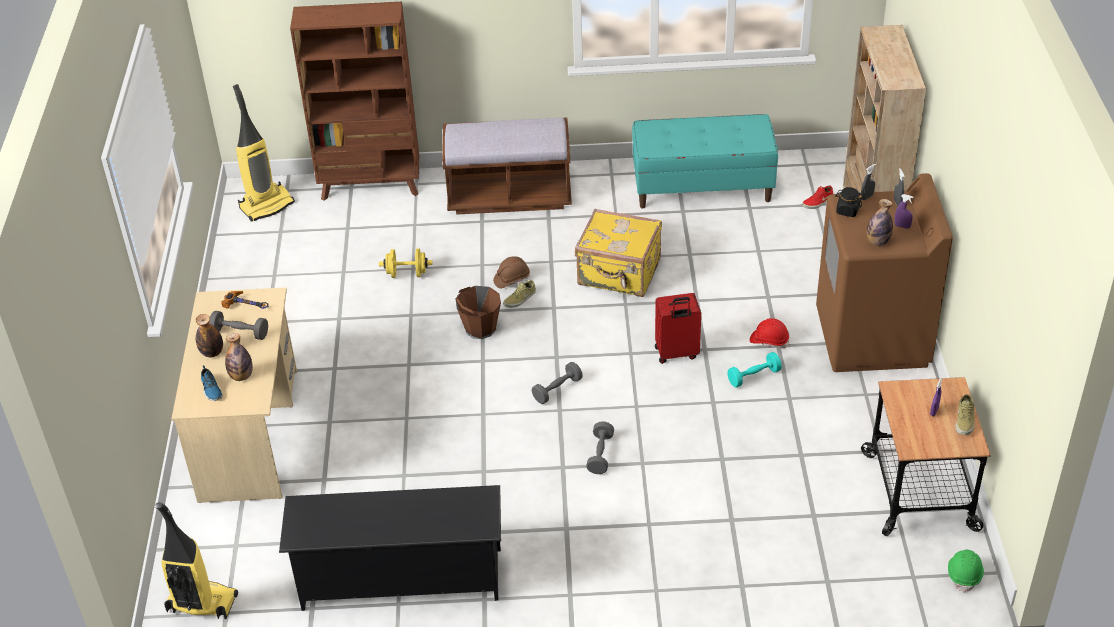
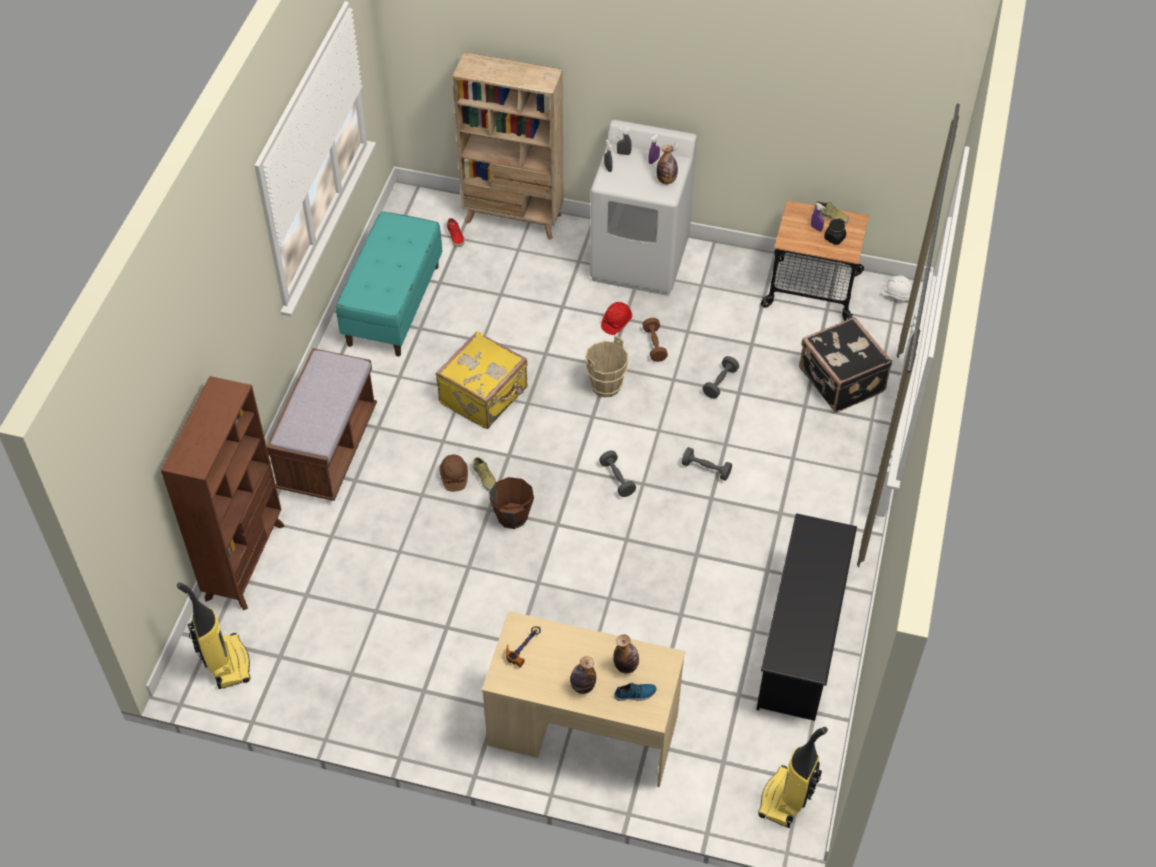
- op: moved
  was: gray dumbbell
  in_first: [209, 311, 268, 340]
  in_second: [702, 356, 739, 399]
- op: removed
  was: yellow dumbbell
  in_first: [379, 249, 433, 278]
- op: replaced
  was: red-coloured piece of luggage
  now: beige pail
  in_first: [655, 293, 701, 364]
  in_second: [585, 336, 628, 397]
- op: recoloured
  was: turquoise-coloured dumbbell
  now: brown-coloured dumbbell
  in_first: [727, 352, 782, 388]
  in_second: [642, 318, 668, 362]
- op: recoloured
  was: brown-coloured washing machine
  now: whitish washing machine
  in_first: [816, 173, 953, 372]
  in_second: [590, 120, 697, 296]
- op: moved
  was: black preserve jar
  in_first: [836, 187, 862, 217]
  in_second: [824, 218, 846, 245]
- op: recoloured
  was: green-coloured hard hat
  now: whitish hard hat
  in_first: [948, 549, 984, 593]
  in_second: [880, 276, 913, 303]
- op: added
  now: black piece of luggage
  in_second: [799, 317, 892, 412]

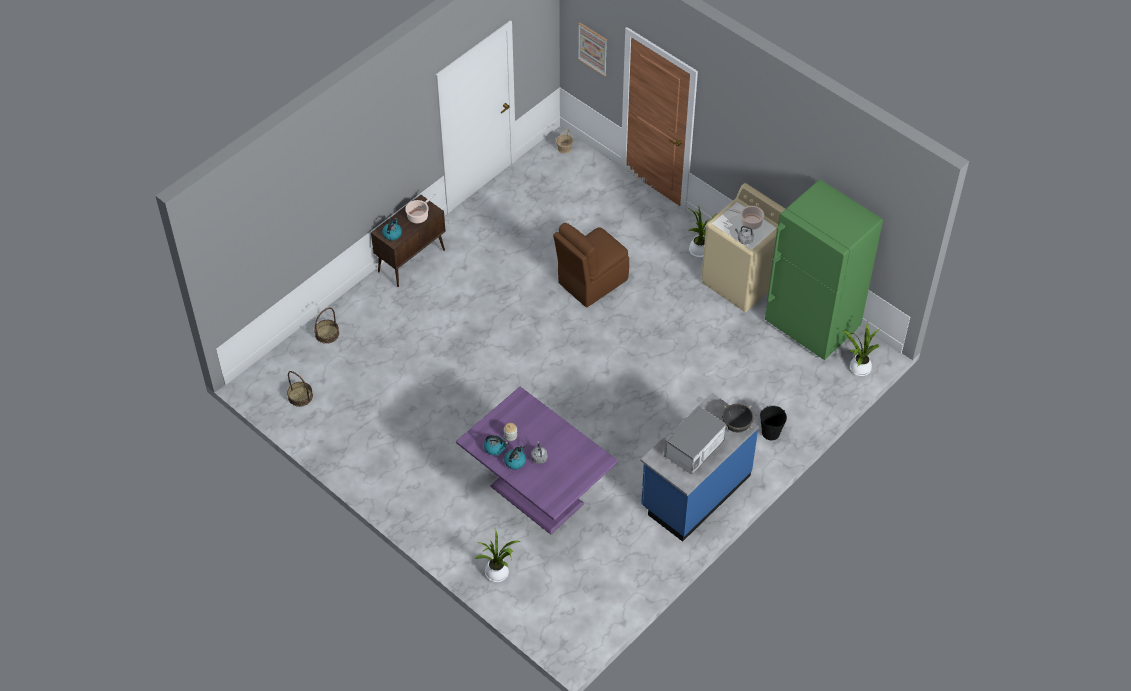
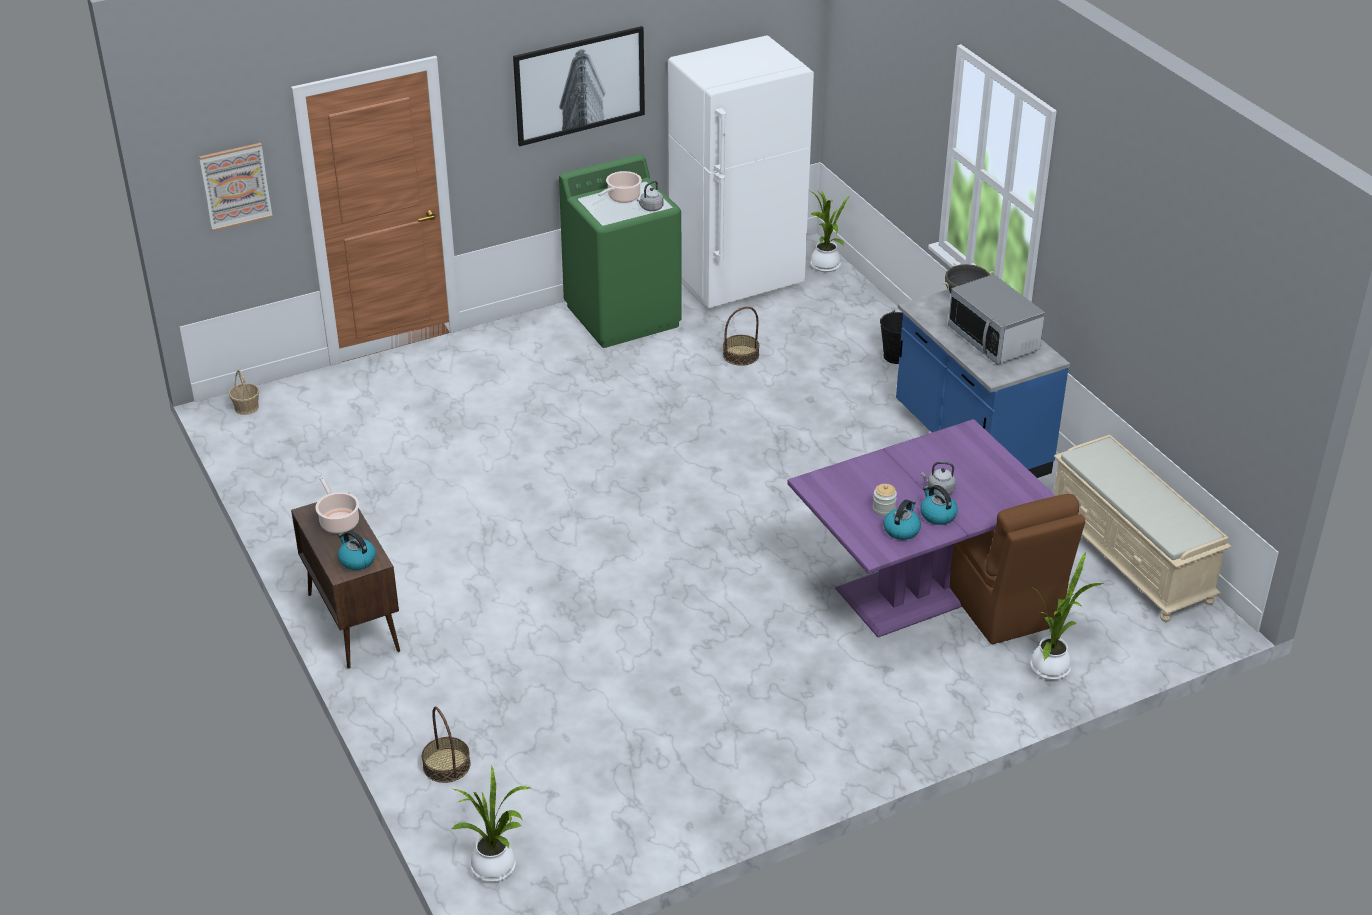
- op: moved
  was: household basket
  in_first: [287, 371, 313, 407]
  in_second: [723, 307, 760, 366]
- op: moved
  was: brown-coloured chair
  in_first: [553, 223, 629, 307]
  in_second: [950, 494, 1085, 644]
- op: moved
  was: plant in a pot
  in_first: [689, 206, 717, 257]
  in_second: [452, 766, 530, 882]
- op: recoloured
  was: beige washing machine
  now: green-coloured washing machine
  in_first: [701, 183, 785, 312]
  in_second: [559, 155, 682, 348]
- op: recoloured
  was: green-coloured kitchen fridge
  now: whitish kitchen fridge
  in_first: [765, 179, 883, 360]
  in_second: [668, 35, 814, 308]
- op: added
  now: wall picture
  in_second: [513, 26, 645, 146]
- op: added
  now: beige long seat
  in_second: [1054, 434, 1231, 622]

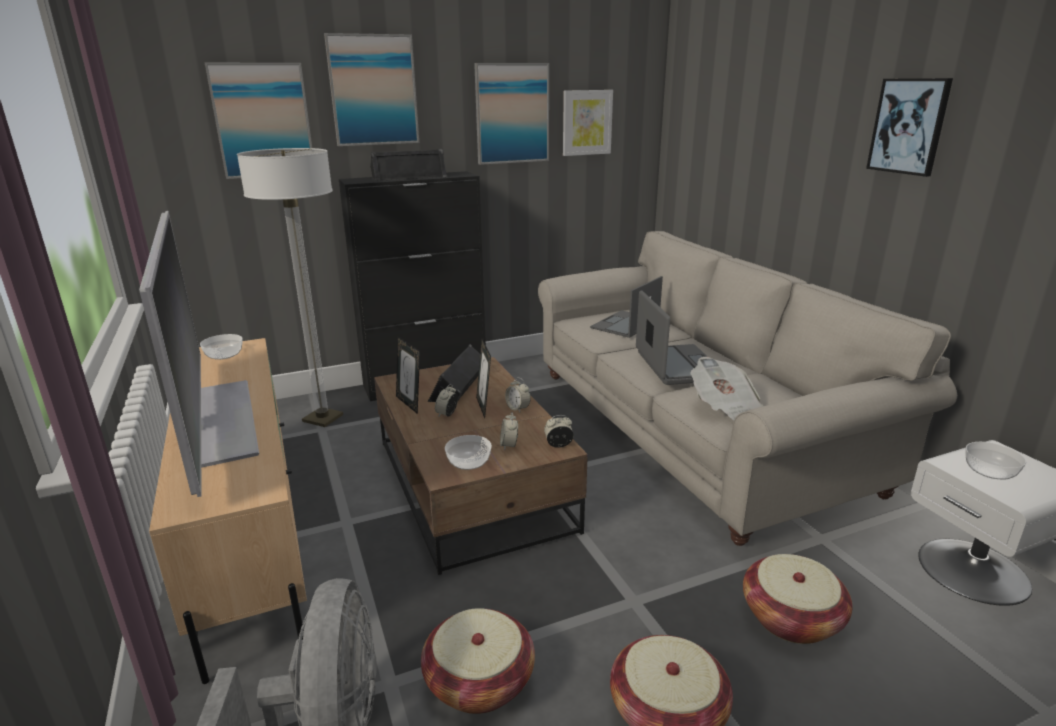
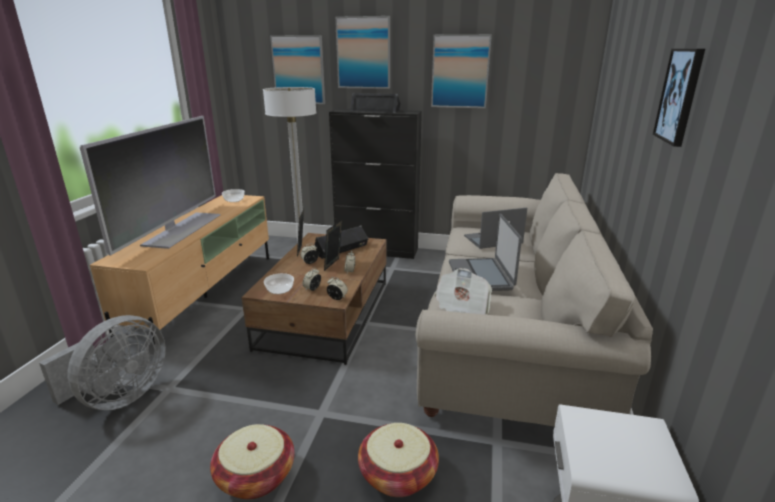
- op: removed
  was: household basket
  in_first: [421, 608, 535, 714]
- op: removed
  was: wall picture
  in_first: [563, 90, 613, 156]
- op: turned
  was: portable computer
  in_first: [636, 290, 707, 385]
  in_second: [449, 214, 522, 291]
  clockwise: 150
- op: removed
  was: deep dish
  in_first: [965, 442, 1026, 480]

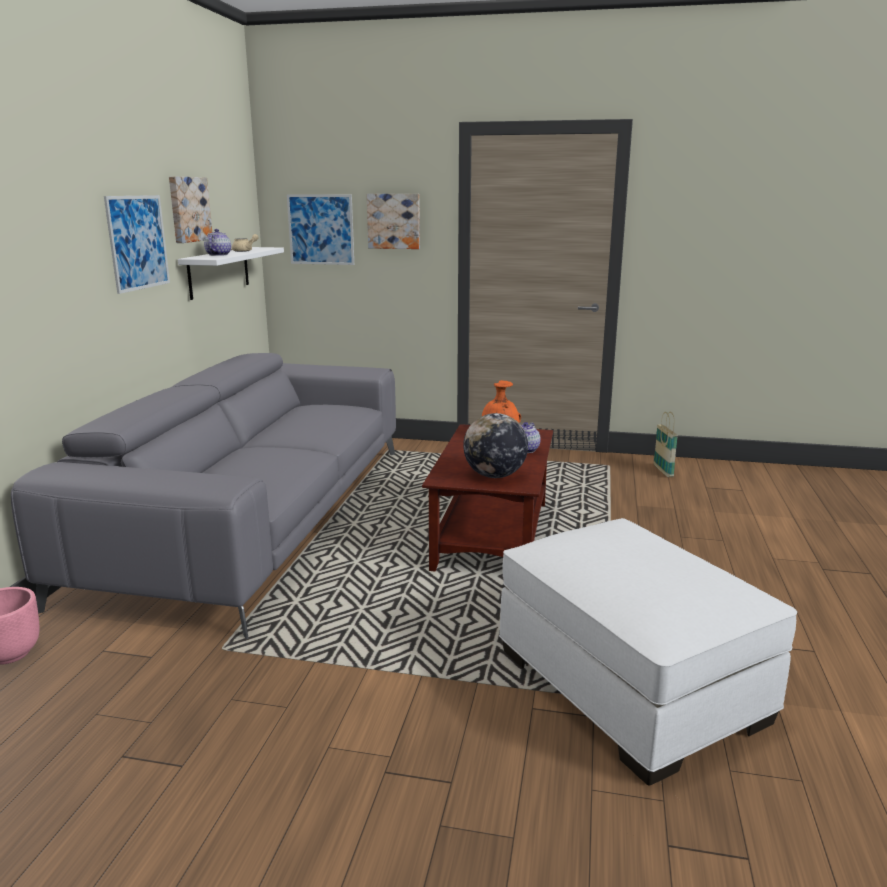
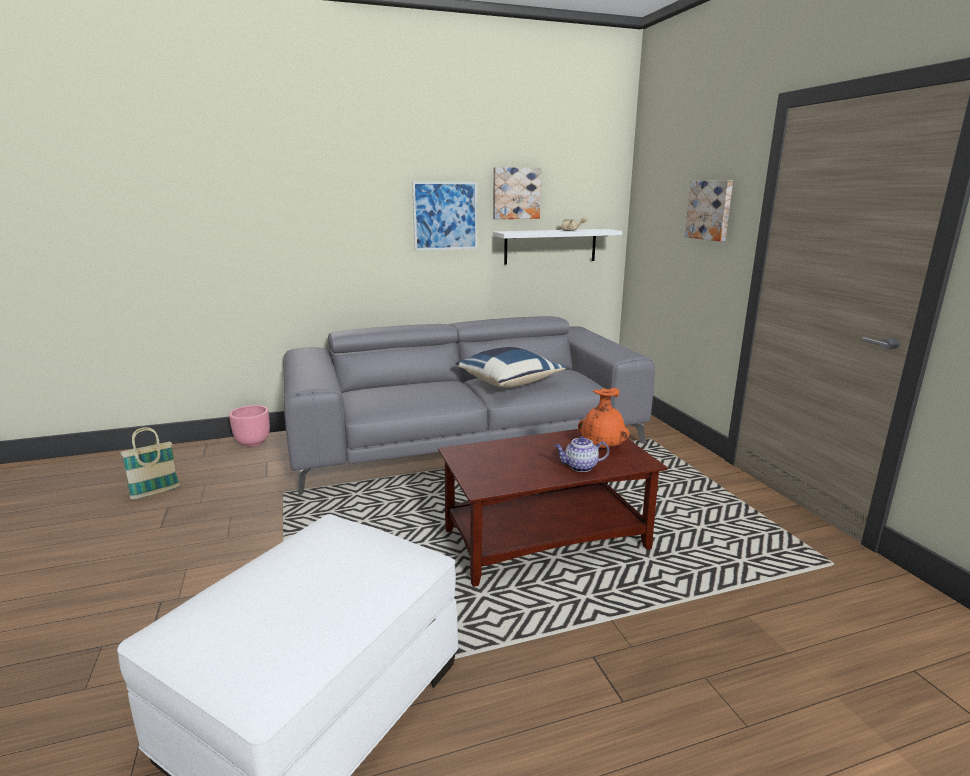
- op: removed
  was: teapot
  in_first: [204, 229, 231, 256]
- op: removed
  was: wall picture
  in_first: [287, 194, 354, 265]
- op: removed
  was: world globe
  in_first: [463, 413, 528, 478]
- op: moved
  was: household basket
  in_first: [653, 412, 678, 477]
  in_second: [121, 427, 180, 499]
- op: added
  now: blue cushion
  in_second: [456, 347, 566, 388]

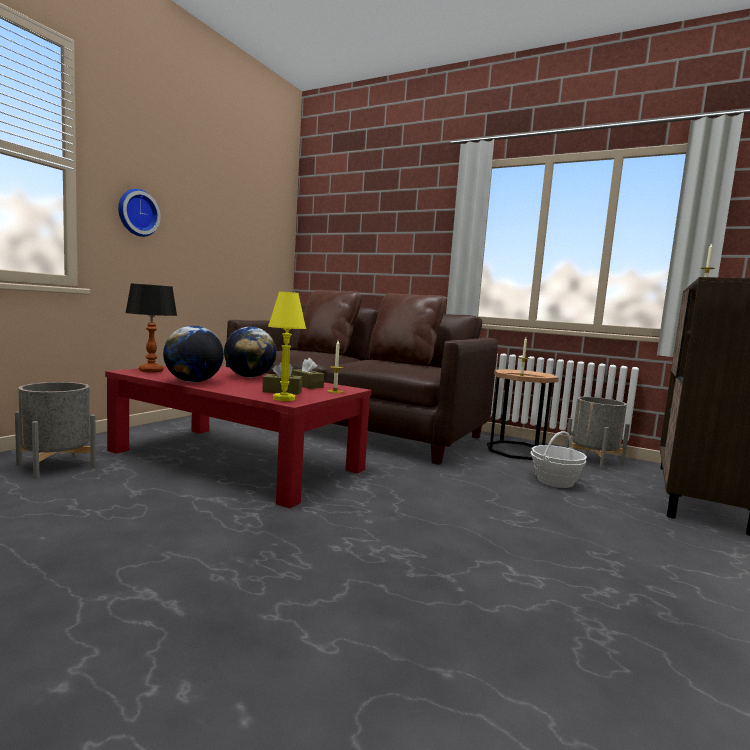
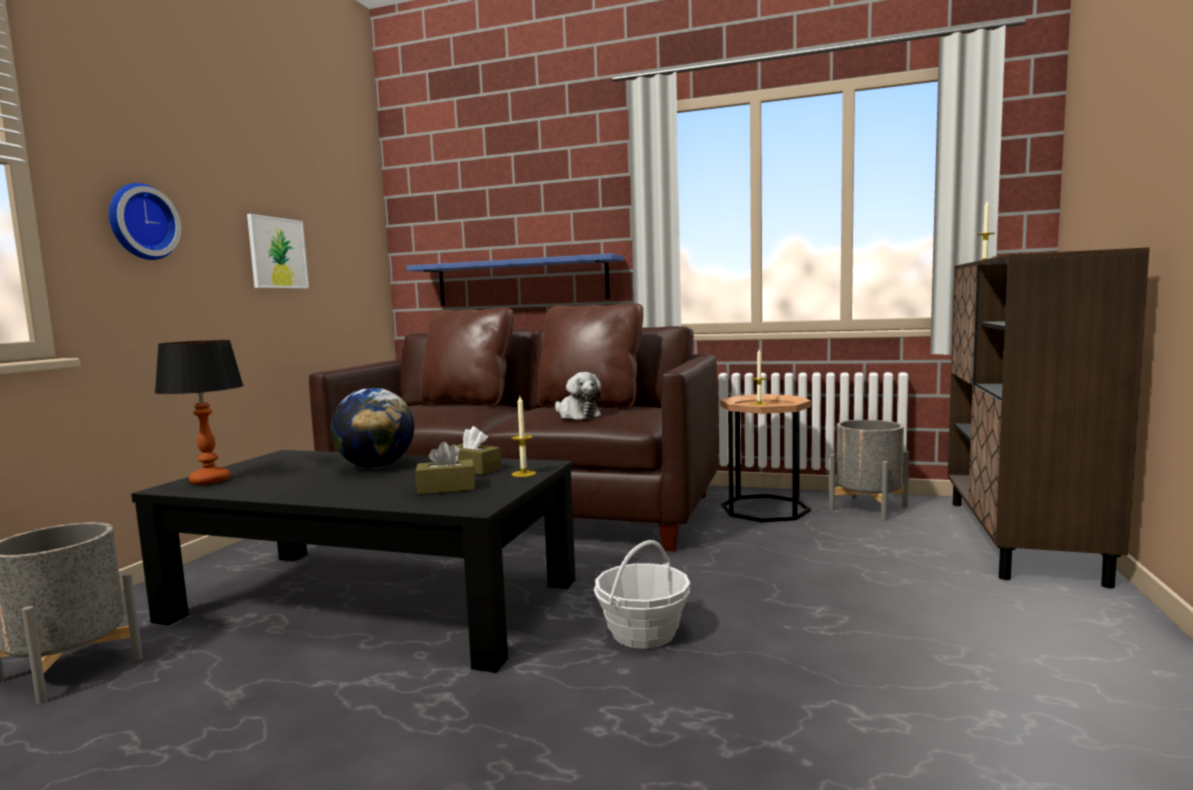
- op: recoloured
  was: red-coloured coffee table
  now: black coffee table
  in_first: [105, 366, 372, 508]
  in_second: [131, 450, 575, 673]
- op: removed
  was: world globe
  in_first: [163, 326, 224, 382]
- op: removed
  was: yellow tabletop lamp
  in_first: [268, 292, 306, 401]
- op: moved
  was: household basket
  in_first: [531, 431, 587, 488]
  in_second: [594, 540, 690, 649]
- op: added
  now: wall picture
  in_second: [247, 214, 309, 289]
- op: added
  now: blue shelf
  in_second: [406, 253, 624, 305]
- op: added
  now: cuddly toy
  in_second: [555, 372, 602, 419]

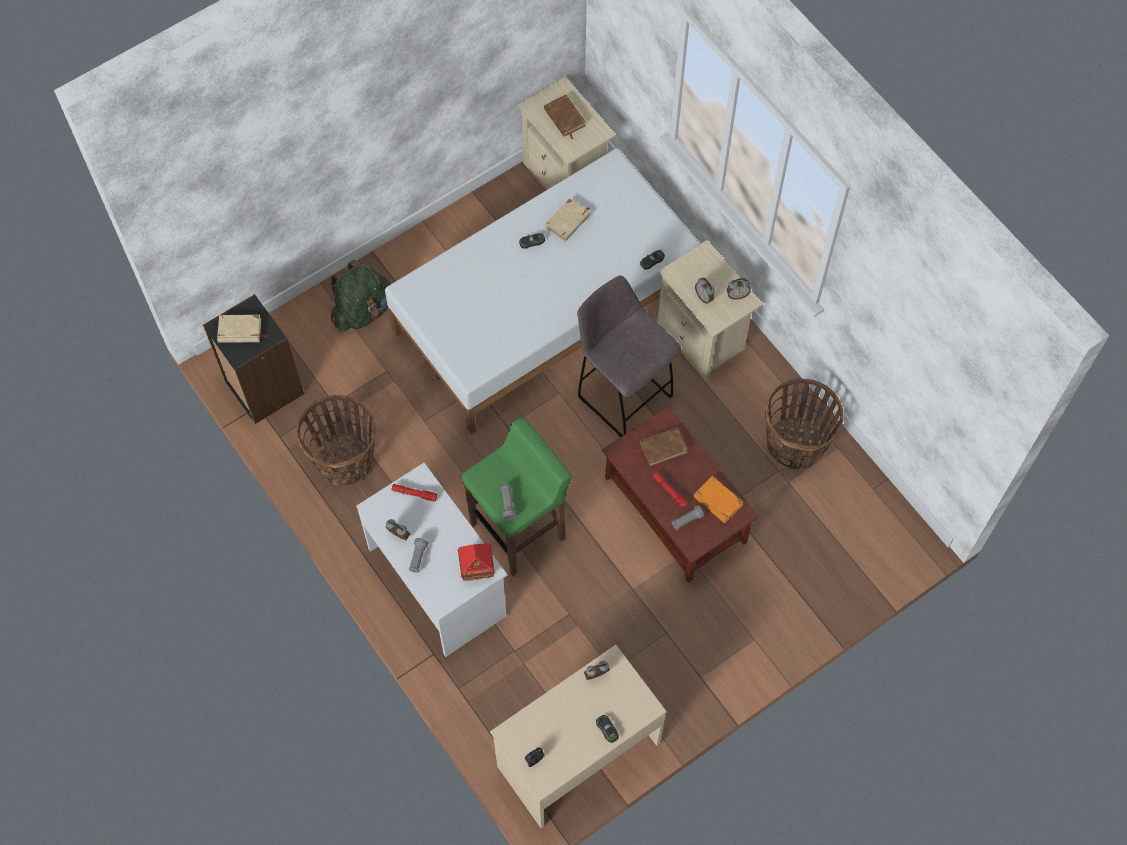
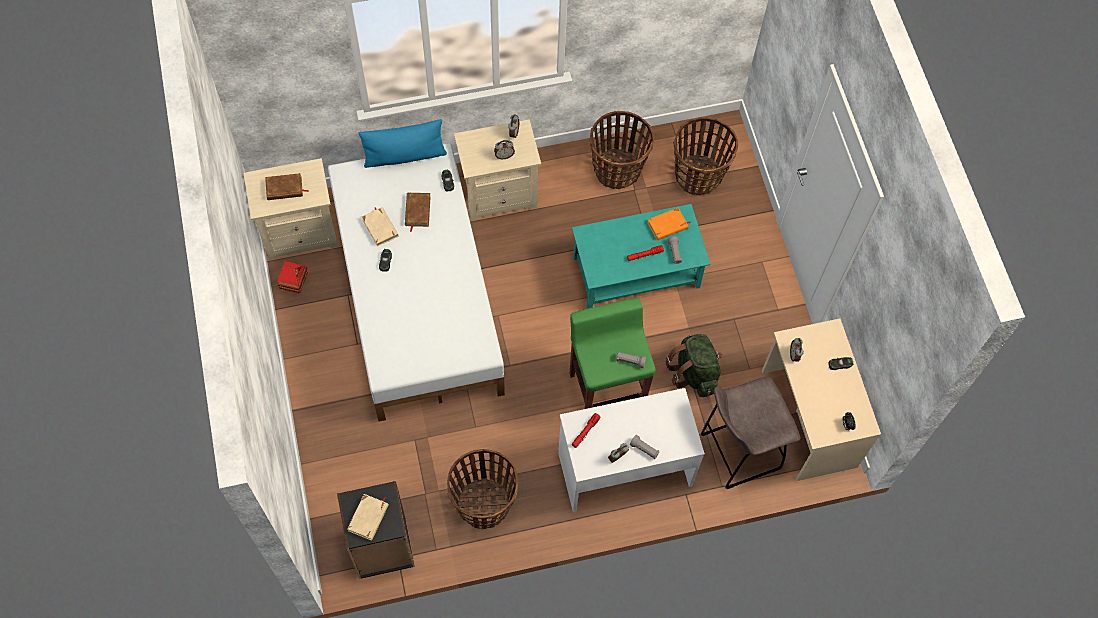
- op: moved
  was: green-coloured backpack
  in_first: [330, 260, 392, 332]
  in_second: [666, 334, 723, 397]
- op: moved
  was: miniature house
  in_first: [458, 543, 495, 581]
  in_second: [277, 261, 308, 294]
- op: moved
  was: gray stool
  in_first: [577, 275, 681, 437]
  in_second: [701, 377, 801, 489]
- op: recoloured
  was: brown-coloured coffee table
  now: turquoise-coloured coffee table
  in_first: [602, 406, 759, 583]
  in_second: [572, 204, 710, 309]
- op: moved
  was: brown-coloured book
  in_first: [635, 427, 688, 467]
  in_second: [405, 193, 431, 232]
- op: added
  now: blue cushion
  in_second: [358, 119, 447, 168]
- op: added
  now: household basket
  in_second: [673, 117, 738, 195]

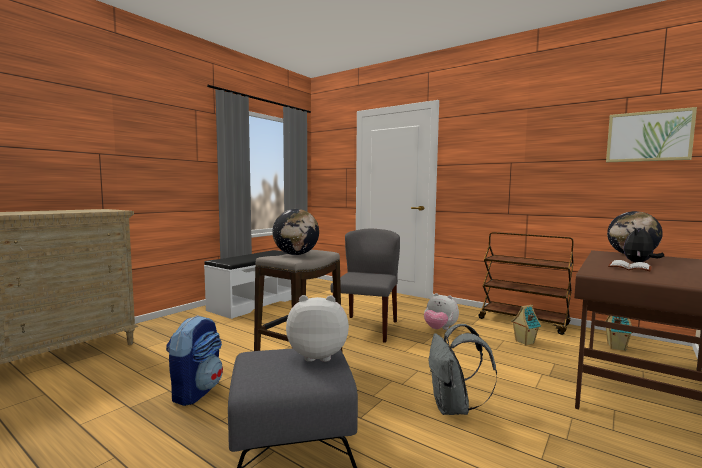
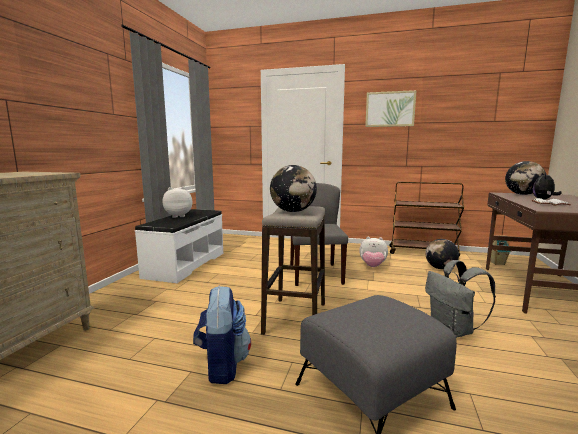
- op: moved
  was: cuddly toy
  in_first: [286, 295, 349, 362]
  in_second: [162, 187, 192, 218]
- op: replaced
  was: miniature house
  now: world globe
  in_first: [511, 305, 541, 345]
  in_second: [425, 239, 459, 269]
- op: moved
  was: wall picture
  in_first: [606, 107, 697, 162]
  in_second: [365, 90, 417, 127]

